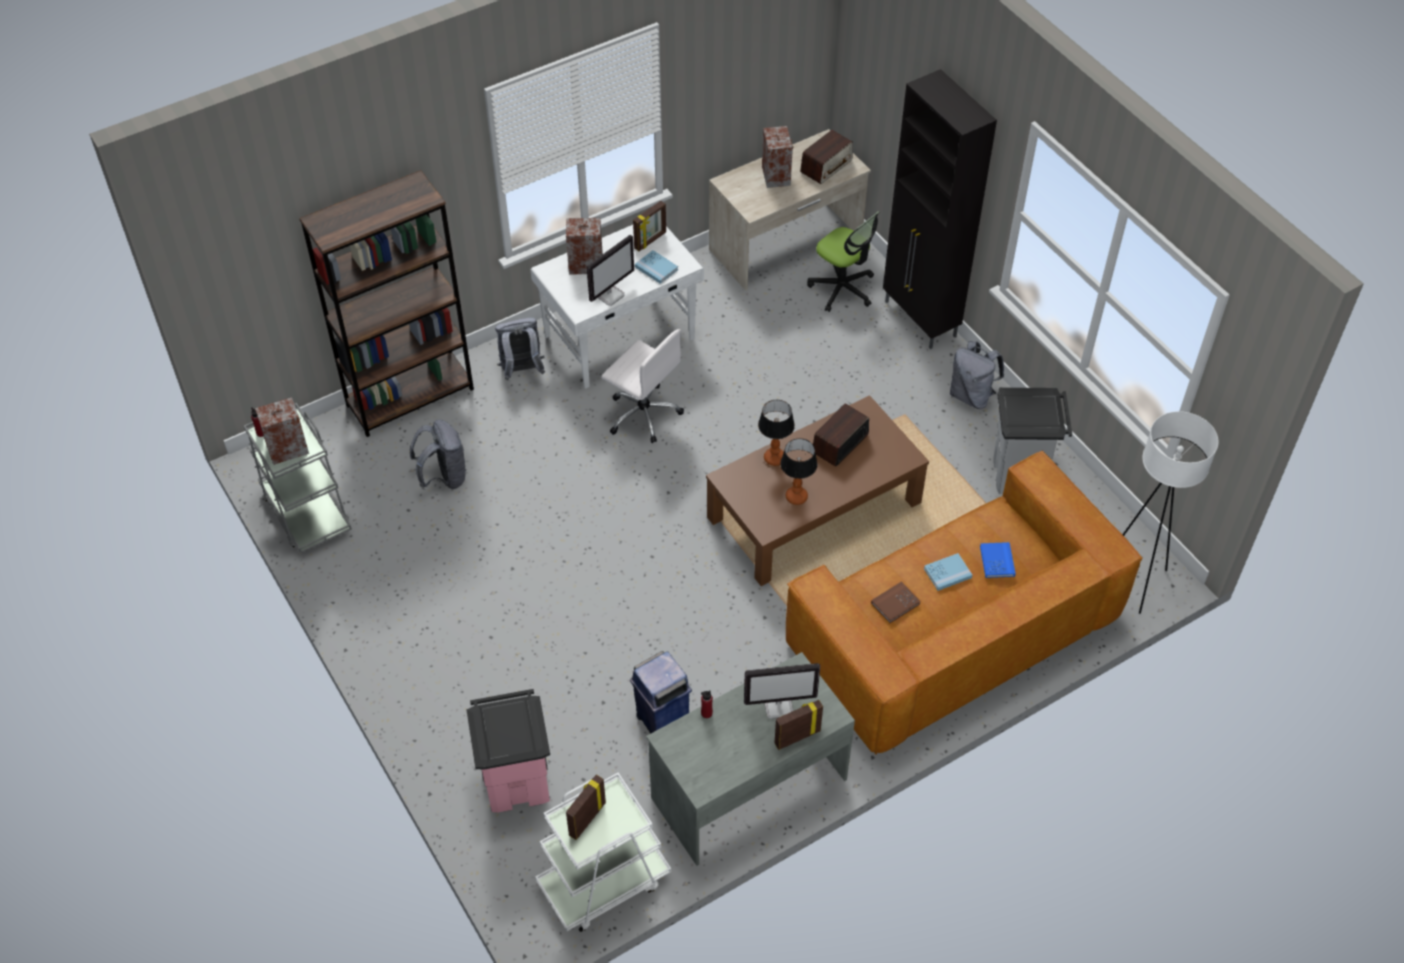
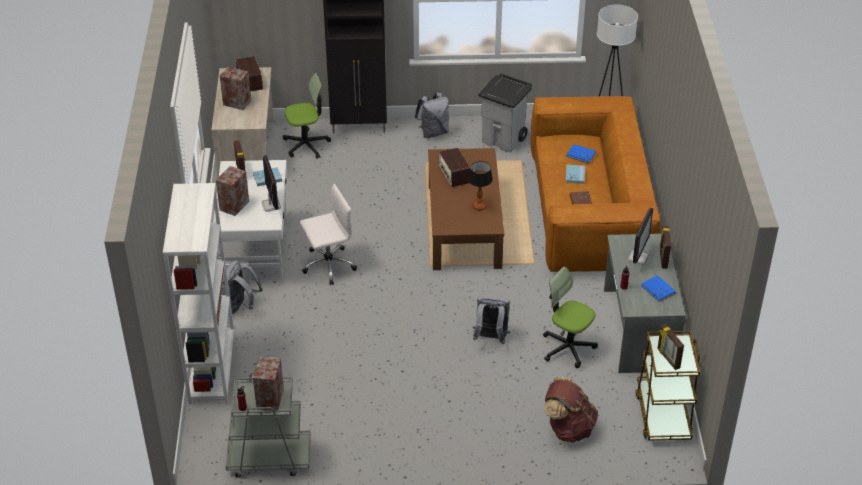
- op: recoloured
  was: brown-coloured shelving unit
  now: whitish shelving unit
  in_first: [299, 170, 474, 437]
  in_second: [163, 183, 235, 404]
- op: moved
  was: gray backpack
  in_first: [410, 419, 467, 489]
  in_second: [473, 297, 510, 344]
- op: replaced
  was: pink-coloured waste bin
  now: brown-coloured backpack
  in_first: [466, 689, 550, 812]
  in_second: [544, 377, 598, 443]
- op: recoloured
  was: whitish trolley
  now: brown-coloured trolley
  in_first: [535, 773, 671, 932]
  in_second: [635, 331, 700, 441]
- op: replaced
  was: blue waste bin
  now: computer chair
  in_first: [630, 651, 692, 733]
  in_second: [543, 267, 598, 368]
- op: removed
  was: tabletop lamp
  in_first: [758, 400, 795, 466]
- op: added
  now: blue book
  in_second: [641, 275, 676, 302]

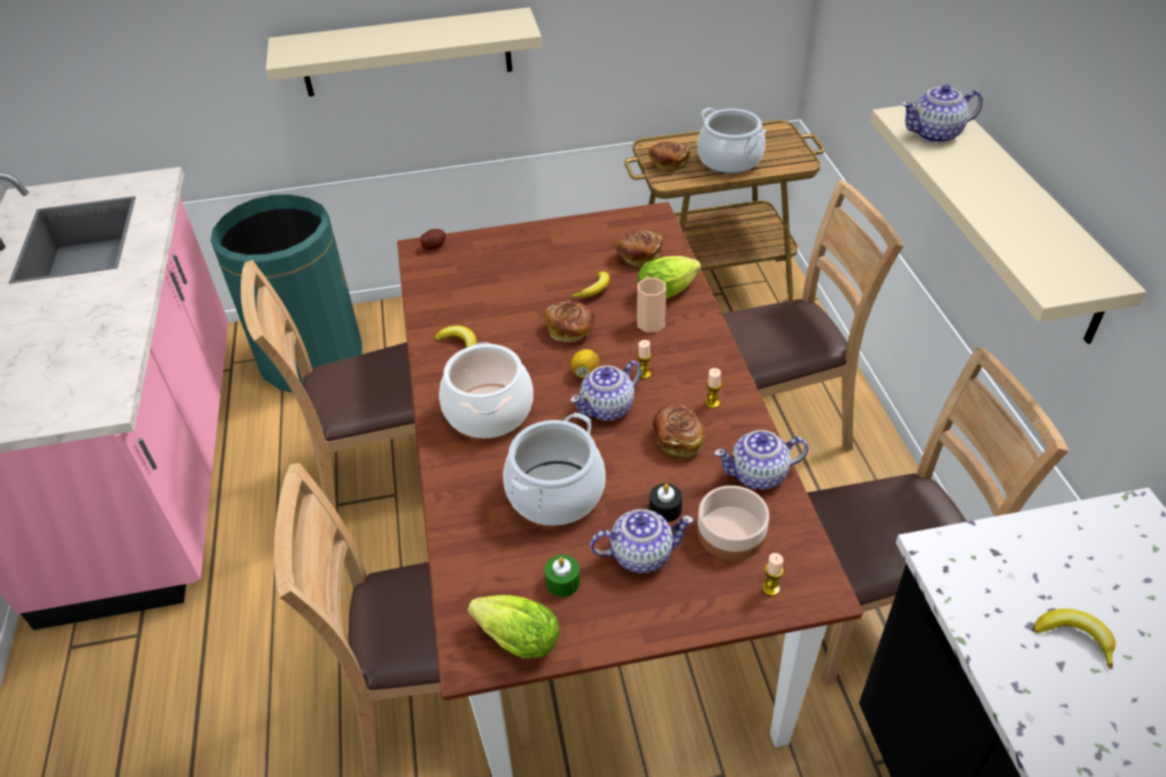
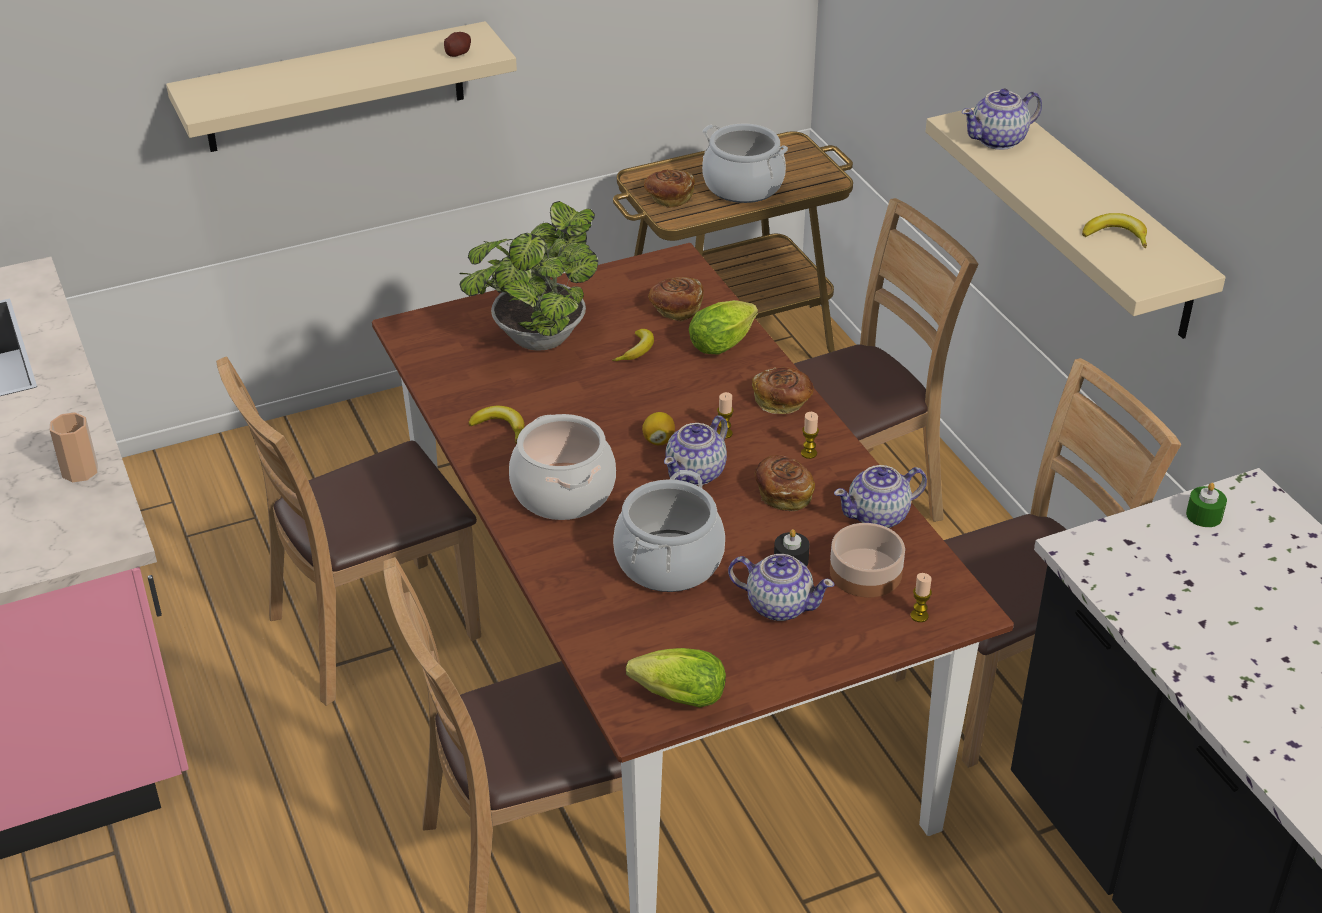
- op: removed
  was: green-coloured waste bin
  in_first: [211, 194, 362, 393]
- op: moved
  was: whole potato
  in_first: [420, 229, 446, 250]
  in_second: [444, 32, 471, 57]
- op: moved
  was: bakery bread
  in_first: [545, 301, 595, 342]
  in_second: [752, 367, 814, 414]
- op: moved
  was: green-coloured wax candle
  in_first: [545, 555, 580, 597]
  in_second: [1186, 483, 1227, 527]
- op: turned
  was: teapot
  in_first: [590, 509, 694, 573]
  in_second: [728, 554, 834, 621]
  clockwise: 45
- op: moved
  was: drinking cup
  in_first: [637, 278, 666, 332]
  in_second: [50, 412, 98, 482]
- op: moved
  was: whole banana
  in_first: [1033, 609, 1116, 670]
  in_second: [1082, 213, 1147, 248]
- op: added
  now: plant in a pot
  in_second: [460, 201, 598, 351]

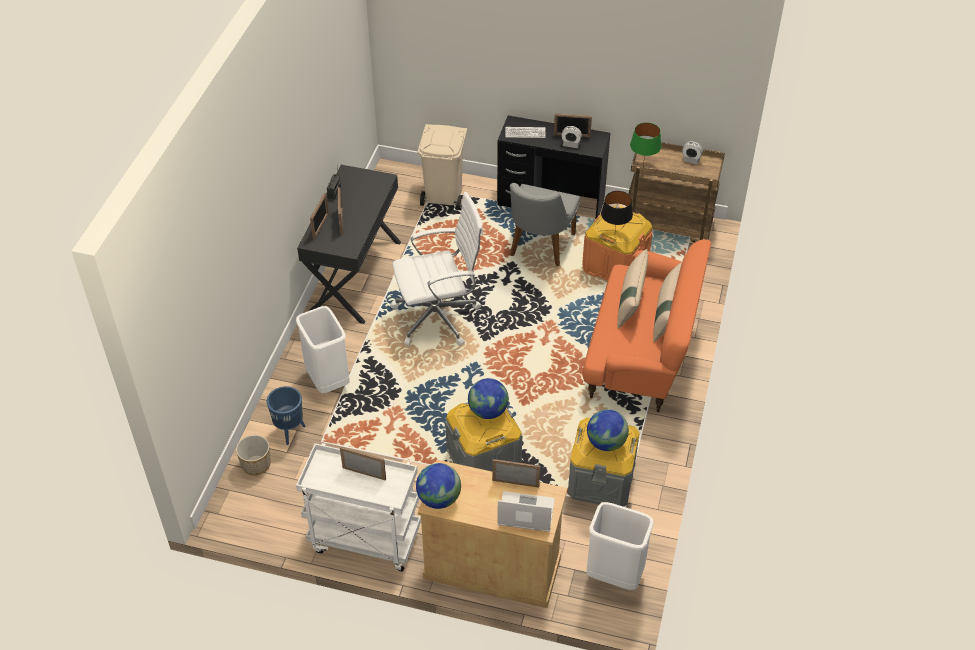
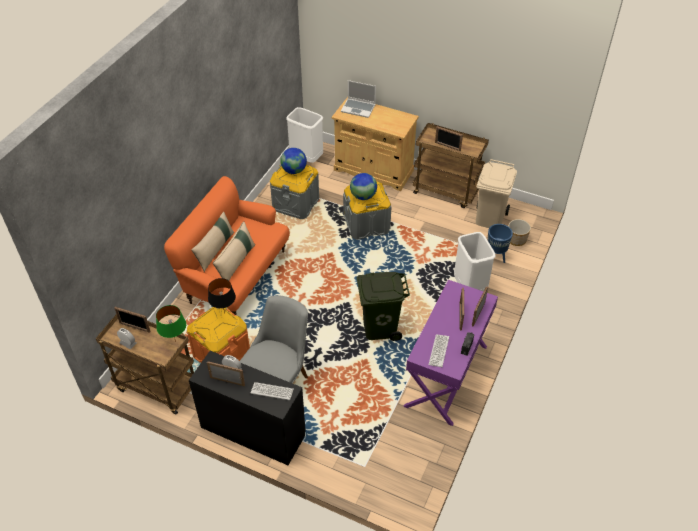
- op: recoloured
  was: whitish trolley
  now: brown-coloured trolley
  in_first: [296, 443, 421, 572]
  in_second: [413, 123, 489, 208]
- op: recoloured
  was: black desk
  now: purple-coloured desk
  in_first: [297, 165, 401, 324]
  in_second: [403, 280, 498, 426]
- op: replaced
  was: whitish computer chair
  now: green-coloured waste bin
  in_first: [391, 192, 484, 346]
  in_second: [357, 272, 410, 341]
- op: removed
  was: world globe
  in_first: [416, 463, 461, 509]
- op: moved
  was: beige waste bin
  in_first: [418, 124, 467, 210]
  in_second: [476, 159, 517, 228]
- op: moved
  was: standing frame
  in_first: [492, 459, 540, 487]
  in_second: [114, 307, 151, 333]
- op: added
  now: computer keyboard
  in_second: [429, 334, 449, 367]

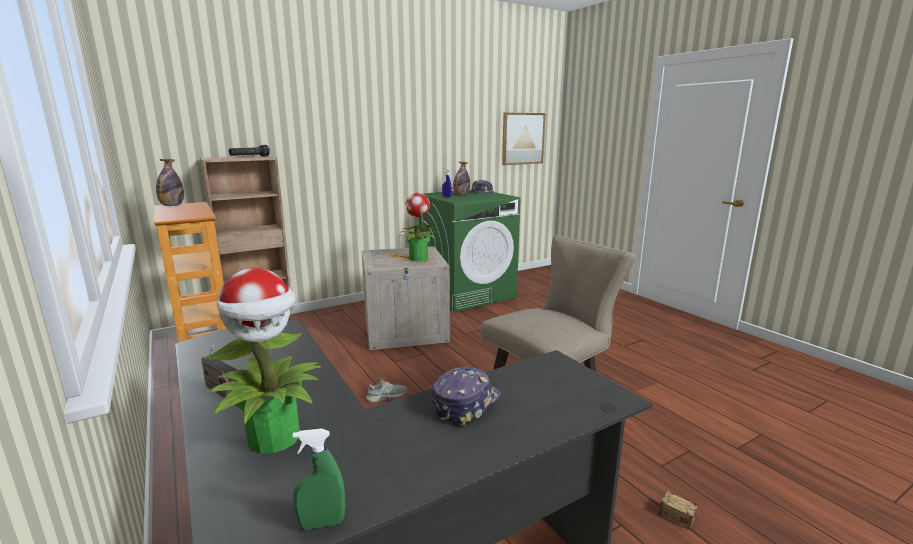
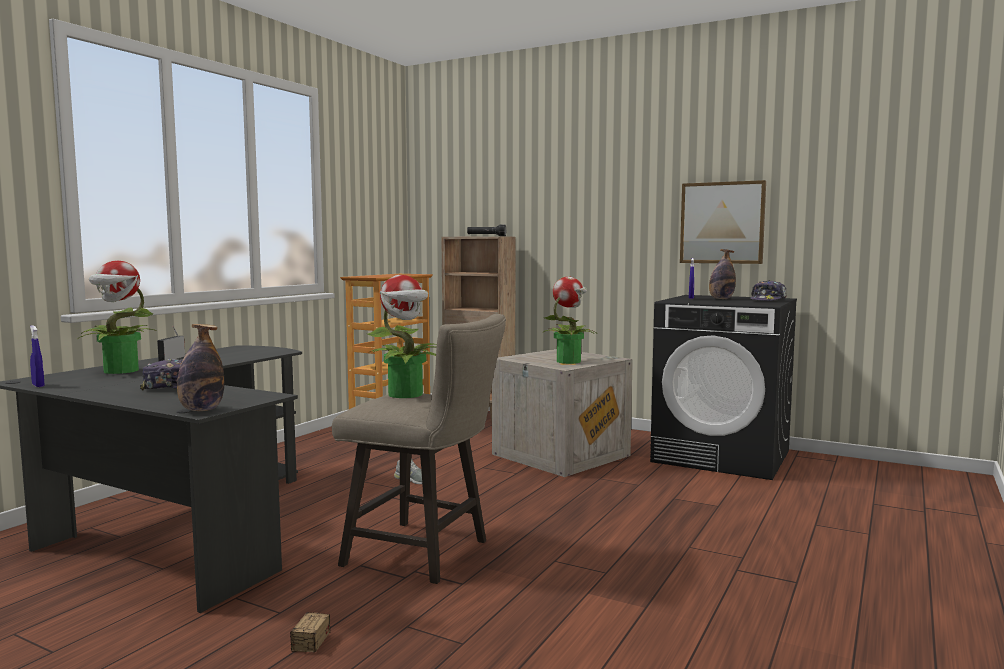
- op: moved
  was: beverage bottle
  in_first: [156, 159, 184, 206]
  in_second: [177, 324, 224, 411]
- op: recoloured
  was: green-coloured spray bottle
  now: blue spray bottle
  in_first: [293, 428, 345, 530]
  in_second: [30, 325, 45, 387]
- op: recoloured
  was: green-coloured washing machine
  now: black washing machine
  in_first: [419, 190, 521, 312]
  in_second: [650, 295, 797, 480]
- op: moved
  was: wall picture
  in_first: [502, 113, 545, 165]
  in_second: [680, 180, 766, 264]
- op: added
  now: plant in a pot
  in_second: [367, 275, 437, 398]

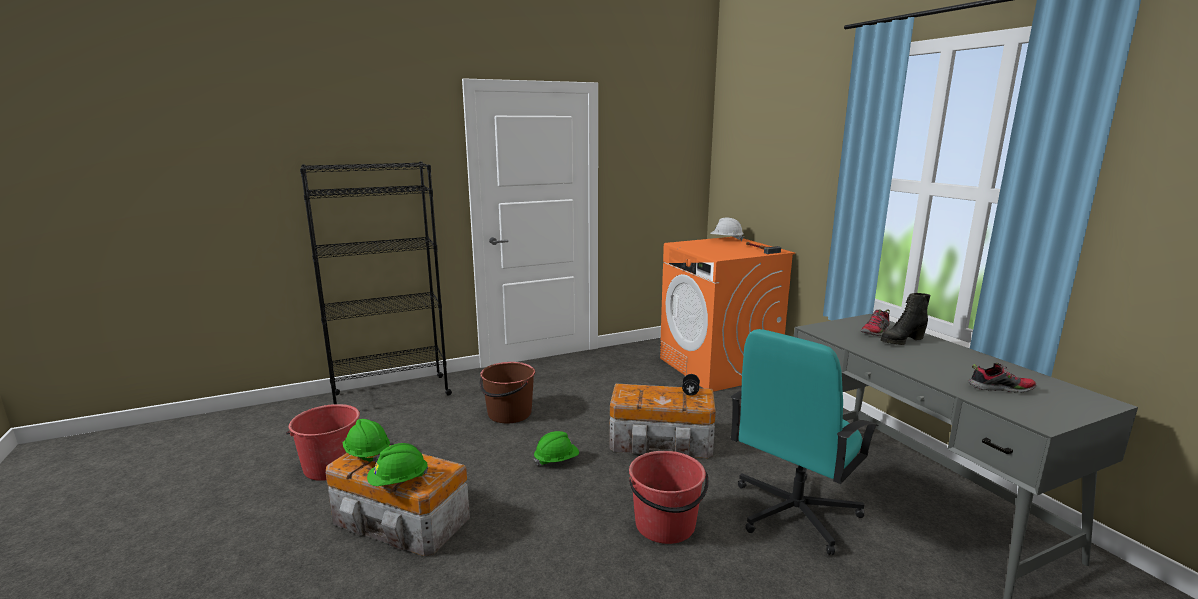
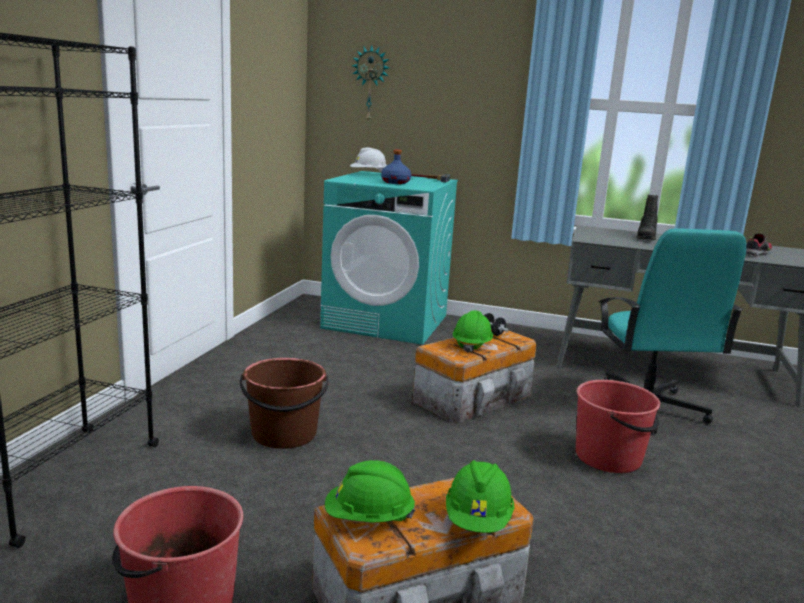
- op: moved
  was: green-coloured hard hat
  in_first: [534, 431, 579, 466]
  in_second: [453, 310, 493, 353]
- op: recoloured
  was: orangey washing machine
  now: turquoise-coloured washing machine
  in_first: [660, 237, 795, 392]
  in_second: [320, 171, 458, 345]
- op: removed
  was: low shoe
  in_first: [861, 309, 890, 336]
- op: added
  now: wall clock
  in_second: [352, 45, 390, 121]
- op: added
  now: blue beverage bottle
  in_second: [381, 150, 411, 184]

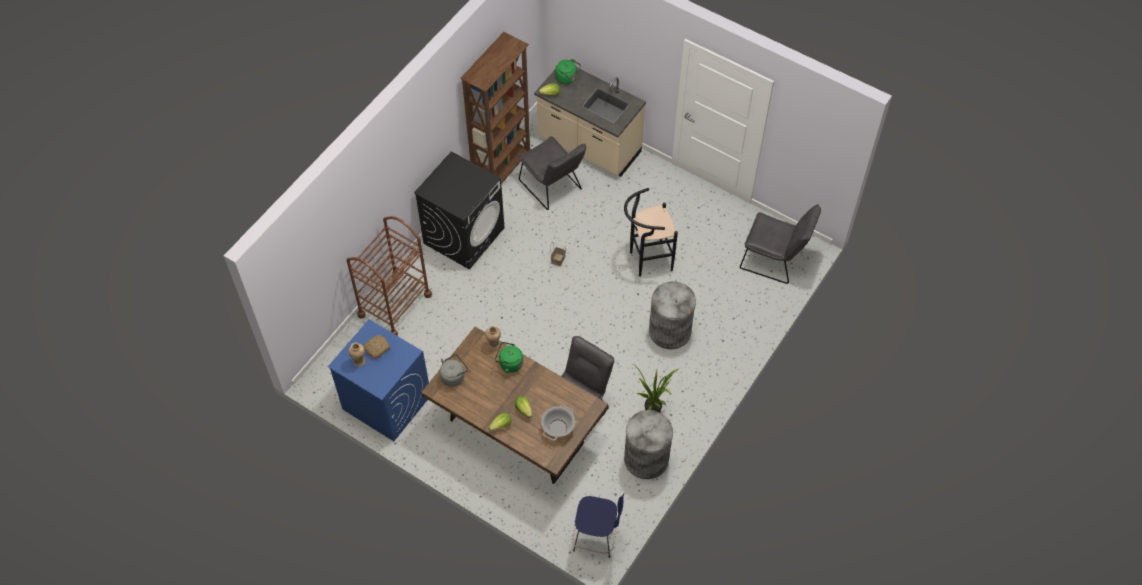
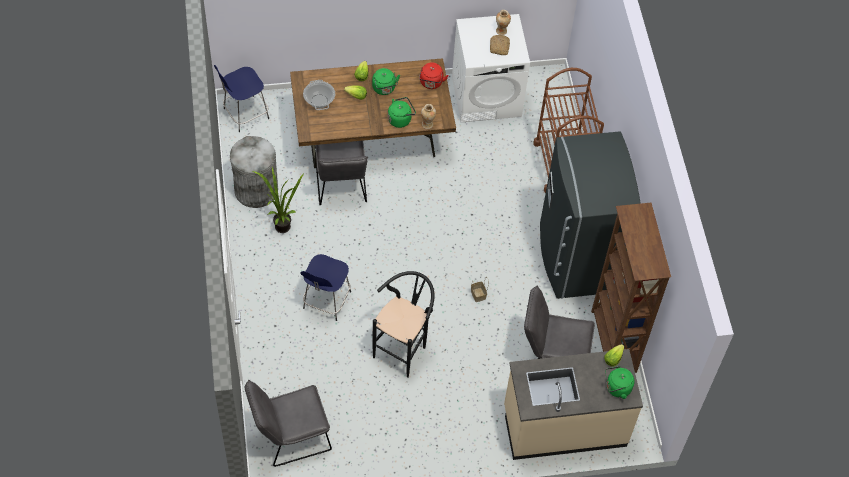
- op: recoloured
  was: blue washing machine
  now: whitish washing machine
  in_first: [328, 319, 429, 441]
  in_second: [452, 14, 530, 122]
- op: replaced
  was: black washing machine
  now: gray kitchen fridge
  in_first: [414, 151, 505, 270]
  in_second: [540, 131, 641, 299]
- op: recoloured
  was: gray tea kettle
  now: red-coloured tea kettle
  in_first: [440, 354, 468, 387]
  in_second: [419, 62, 449, 89]
- op: replaced
  was: gray waste bin
  now: blue stool
  in_first: [649, 282, 696, 349]
  in_second: [300, 254, 351, 321]
- op: added
  now: green-coloured tea kettle
  in_second: [372, 68, 400, 95]

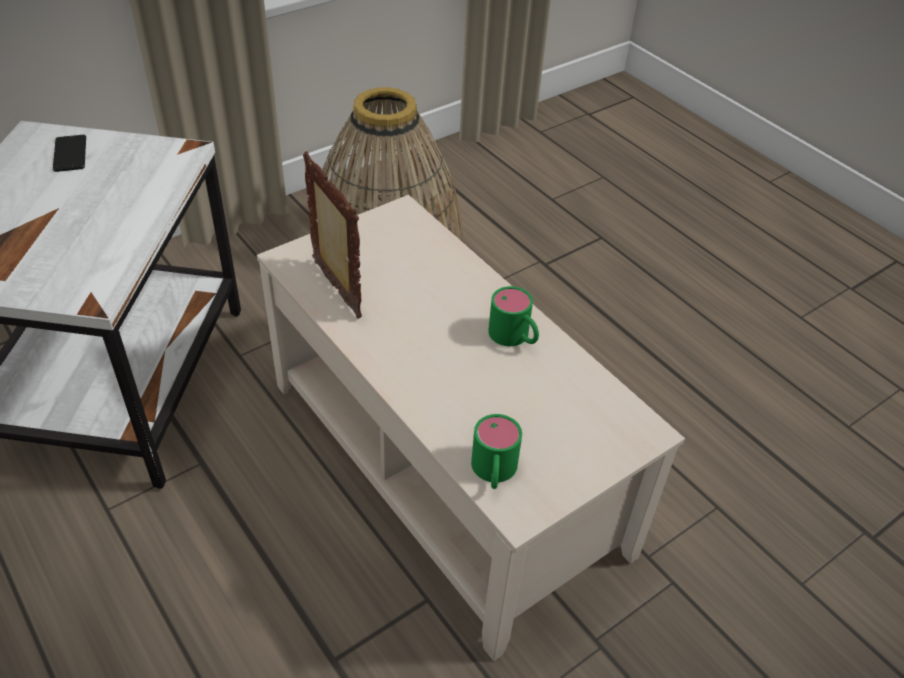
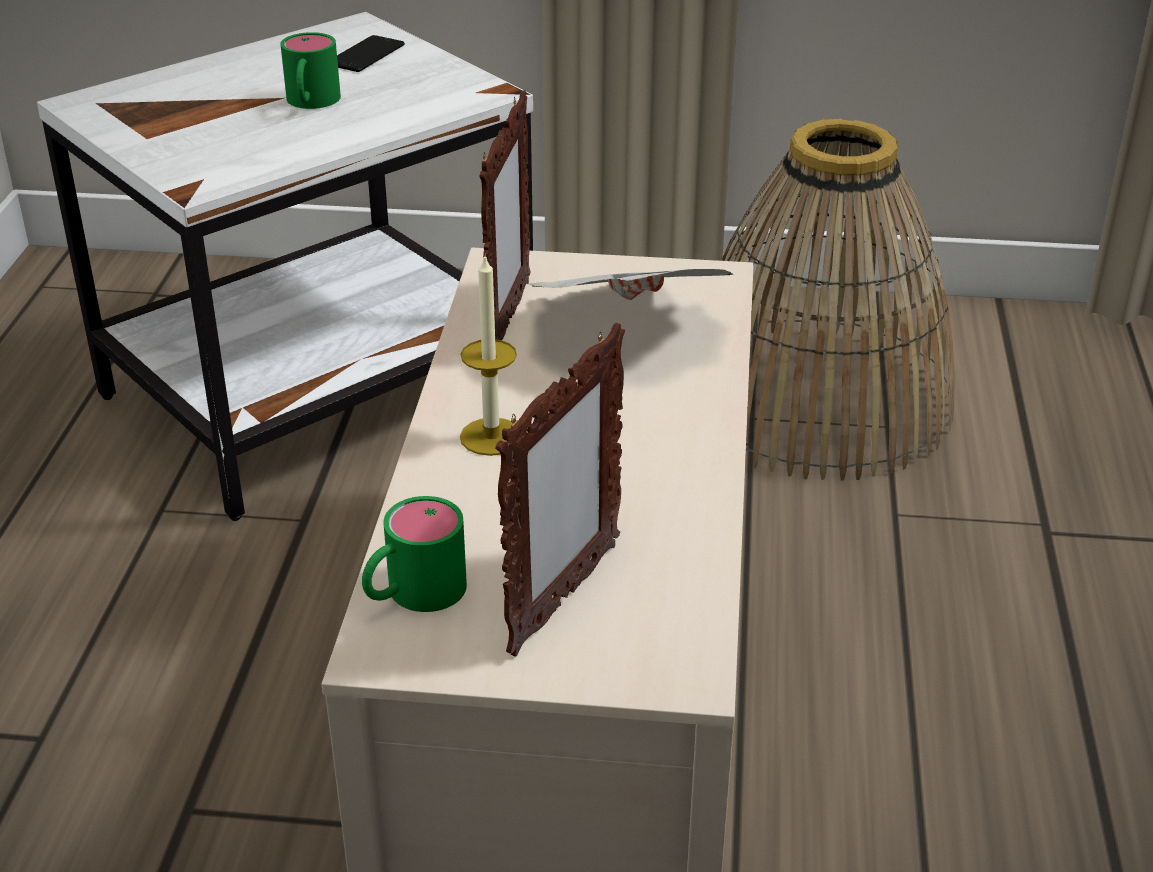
- op: moved
  was: green-coloured mug
  in_first: [488, 286, 539, 346]
  in_second: [280, 32, 341, 109]
- op: added
  now: wax candle
  in_second: [460, 254, 517, 456]
- op: added
  now: standing frame
  in_second: [495, 323, 625, 657]
- op: added
  now: daily paper
  in_second: [530, 269, 733, 300]

